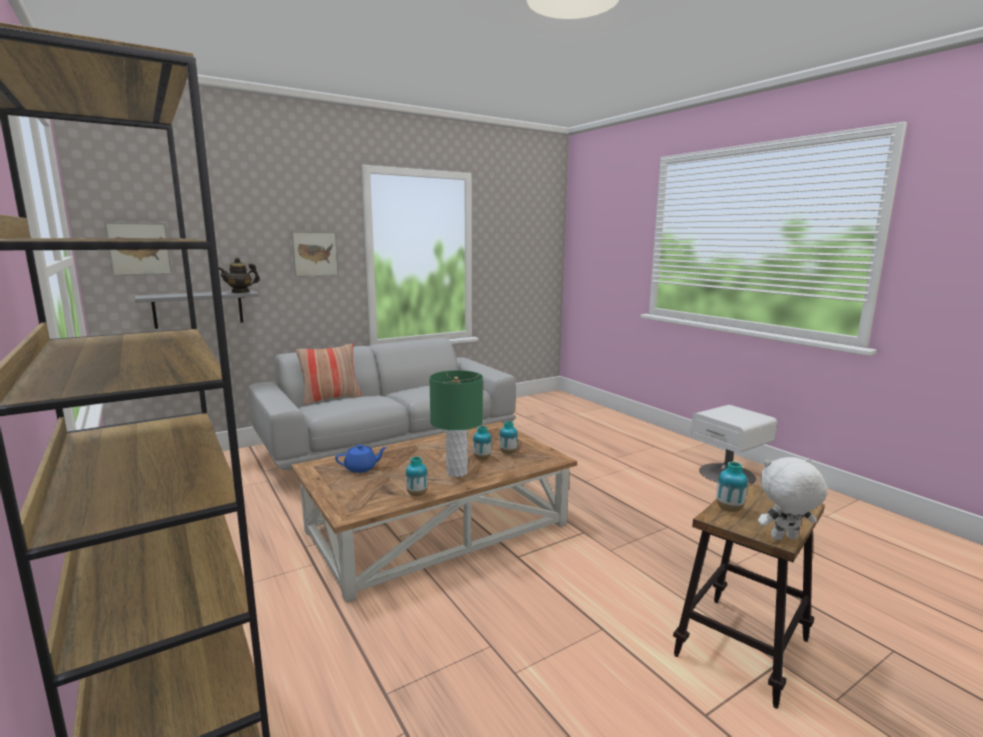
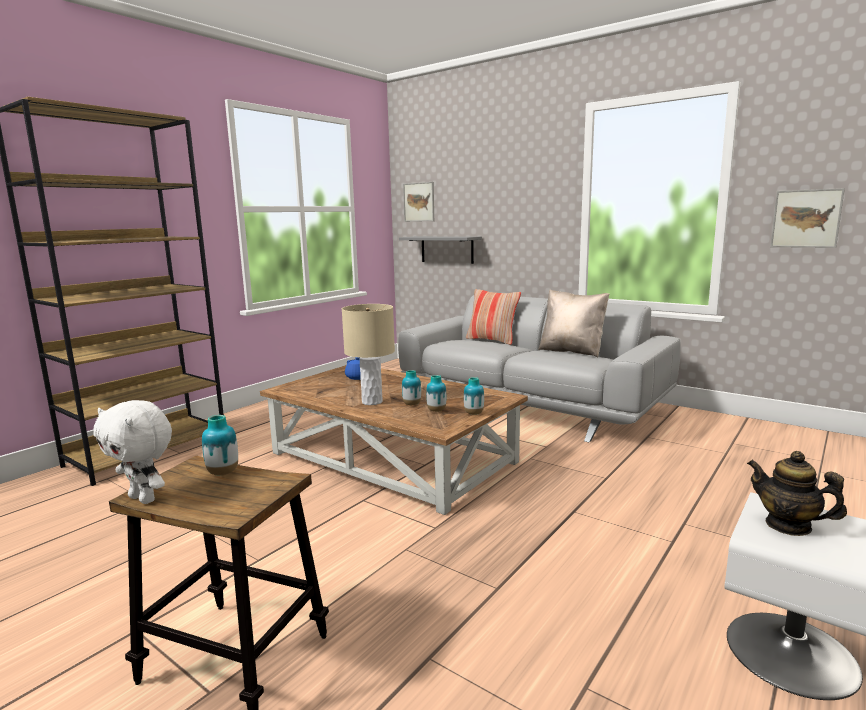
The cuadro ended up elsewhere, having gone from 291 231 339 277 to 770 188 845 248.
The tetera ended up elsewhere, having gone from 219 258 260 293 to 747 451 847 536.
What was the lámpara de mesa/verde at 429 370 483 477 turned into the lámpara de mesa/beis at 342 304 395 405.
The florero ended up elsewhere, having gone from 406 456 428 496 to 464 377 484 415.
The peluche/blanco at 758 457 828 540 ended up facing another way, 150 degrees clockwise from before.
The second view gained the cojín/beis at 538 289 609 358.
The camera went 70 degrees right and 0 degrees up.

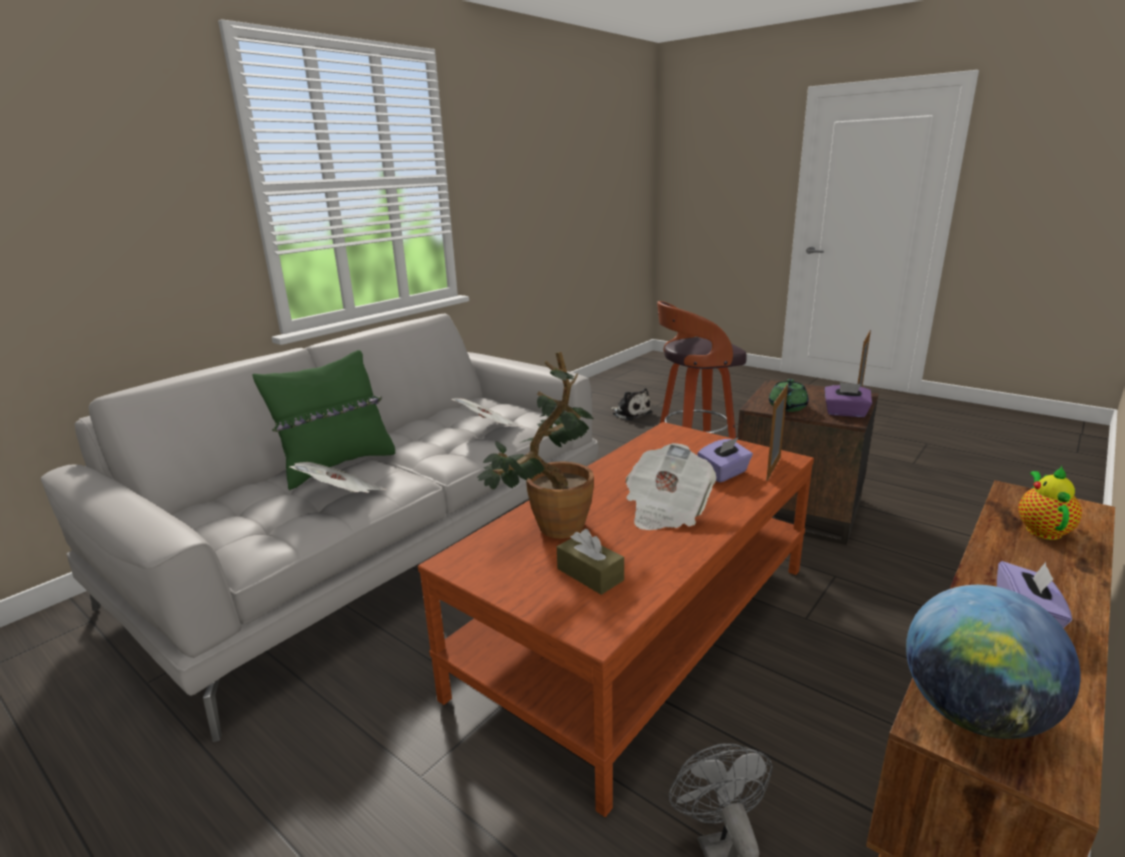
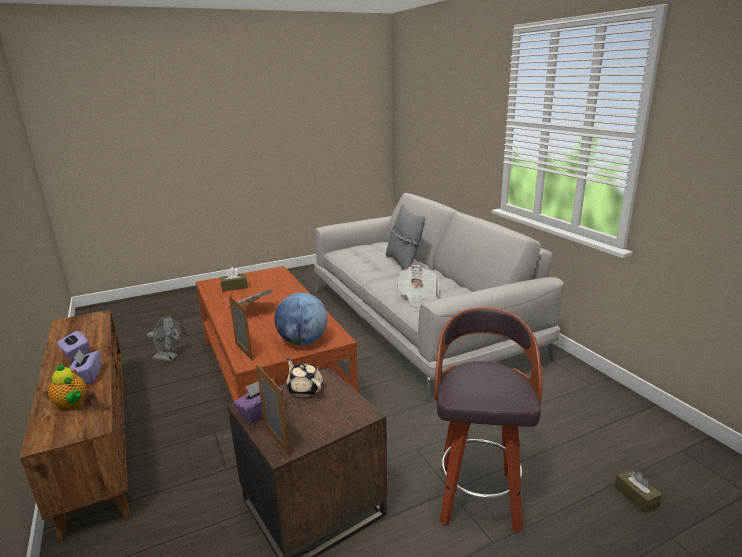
What was the cojín/verde at 253 350 395 490 turned into the cojín/gris at 386 204 426 270.
The second view lost the planta en maceta at 477 352 594 539.
What was the tetera/verde at 769 379 809 412 turned into the tetera/beis at 286 358 323 397.
Where the peluche stood at 610 388 652 420, the caja de pañuelos/marrón came to stand at 615 470 662 513.
The caja de pañuelos/morado ended up elsewhere, having gone from 697 438 753 482 to 70 349 101 384.
The second view lost the periódico at 289 462 386 493.
The globo terráqueo ended up elsewhere, having gone from 906 585 1081 739 to 274 292 327 345.
The camera went 115 degrees right and 0 degrees up.

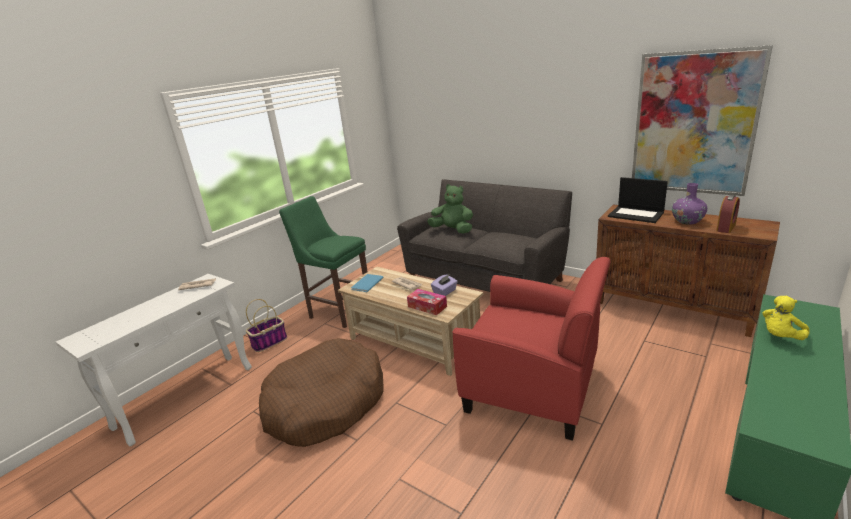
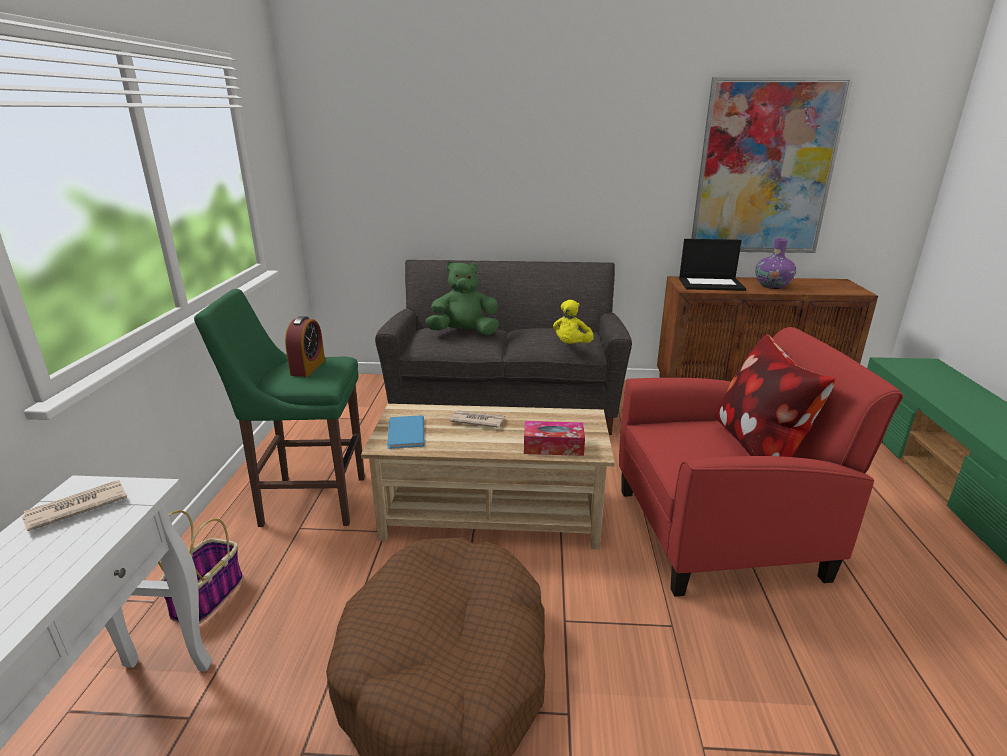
The despertador ended up elsewhere, having gone from 717 195 740 233 to 285 316 325 377.
The second view lost the caja de pañuelos/morado at 431 275 458 296.
The peluche/amarillo ended up elsewhere, having gone from 762 296 810 340 to 553 300 594 344.
The second view gained the cojín at 715 334 835 457.
The camera went 35 degrees left and 0 degrees up.

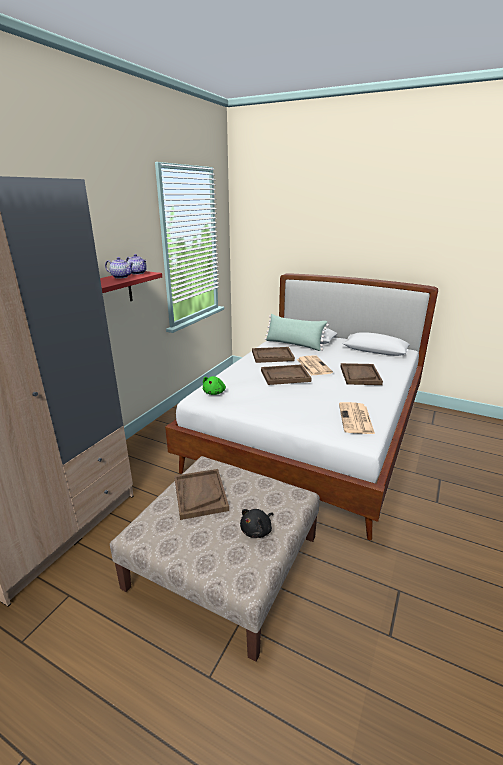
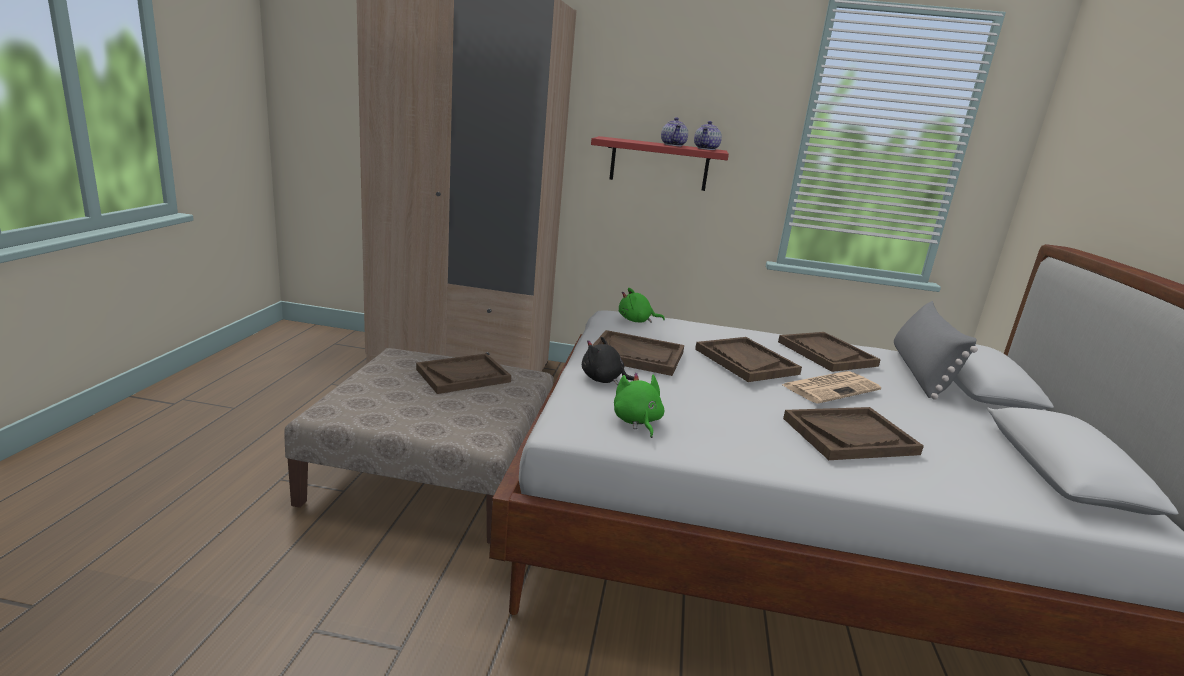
What was the cojín/verde at 264 314 329 351 turned into the cojín/gris at 894 301 978 400.
Where the periódico stood at 339 402 375 434, the peluche/verde came to stand at 614 373 664 438.
The peluche/negro ended up elsewhere, having gone from 240 509 273 538 to 582 337 634 385.
The second view gained the bandeja/marrón at 593 330 684 376.
The camera went 70 degrees right and 5 degrees down.

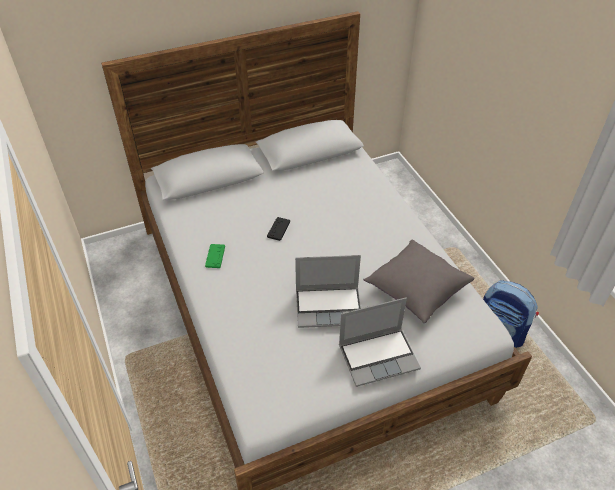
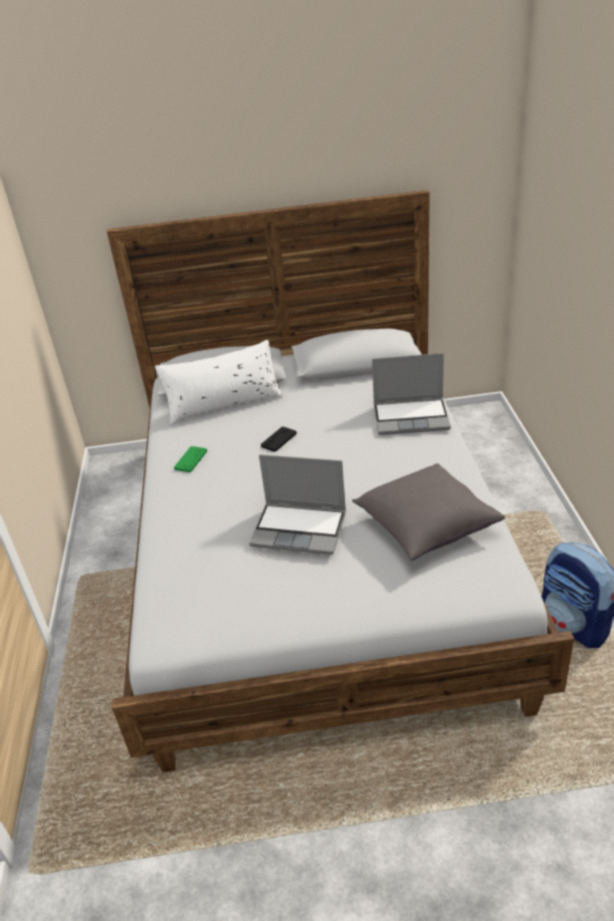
The portátil ended up elsewhere, having gone from 339 297 421 387 to 372 353 451 435.
The second view gained the cojín/blanco at 155 340 283 424.
The camera went 20 degrees right and 10 degrees down.

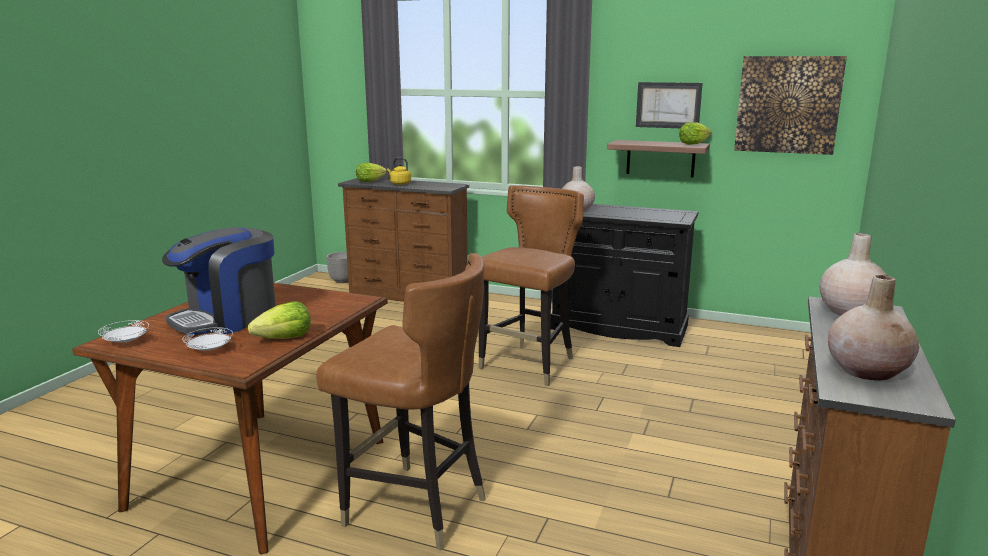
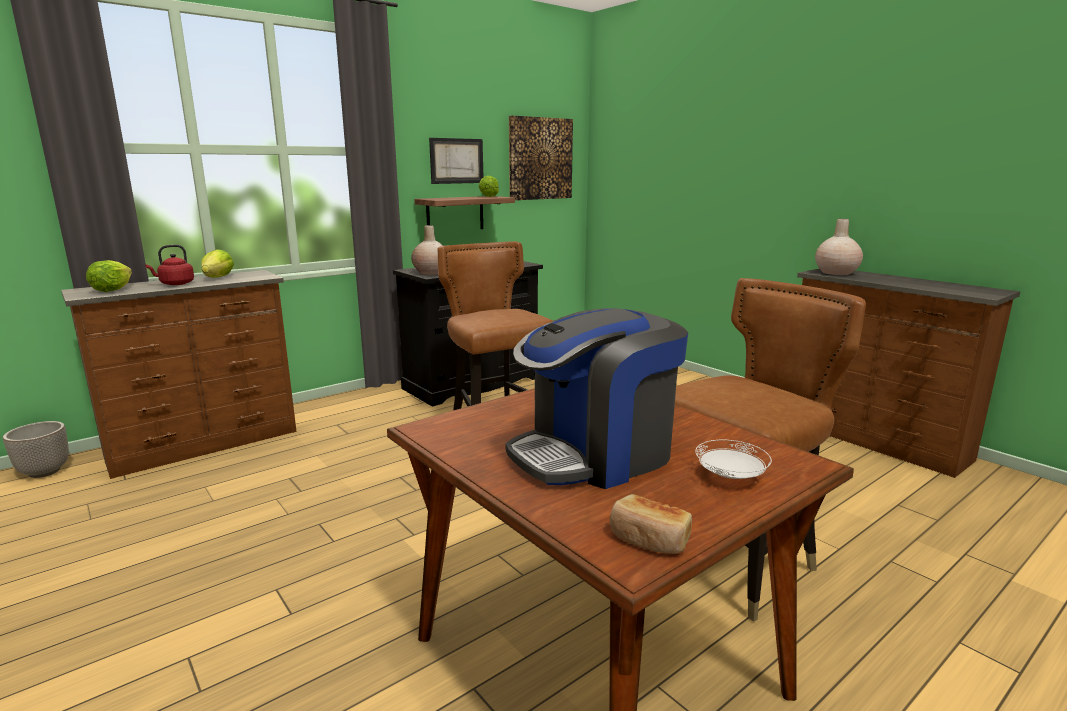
What was the hervidor/amarillo at 387 158 411 185 turned into the hervidor/rojo at 145 245 194 285.
The cafetera at 162 227 276 335 ended up facing another way, 75 degrees clockwise from before.
The second view lost the florero/beis at 828 275 919 381.
The lechuga ended up elsewhere, having gone from 248 301 311 339 to 202 249 234 278.
Where the plato/blanco stood at 98 320 149 343, the pan came to stand at 610 494 692 554.
The camera went 60 degrees left and 0 degrees up.

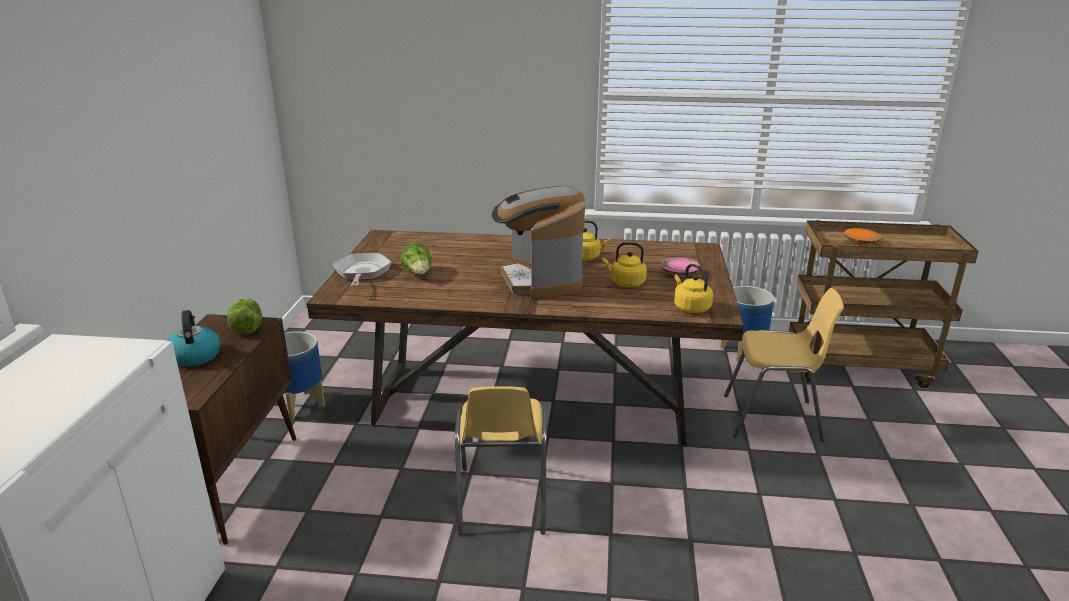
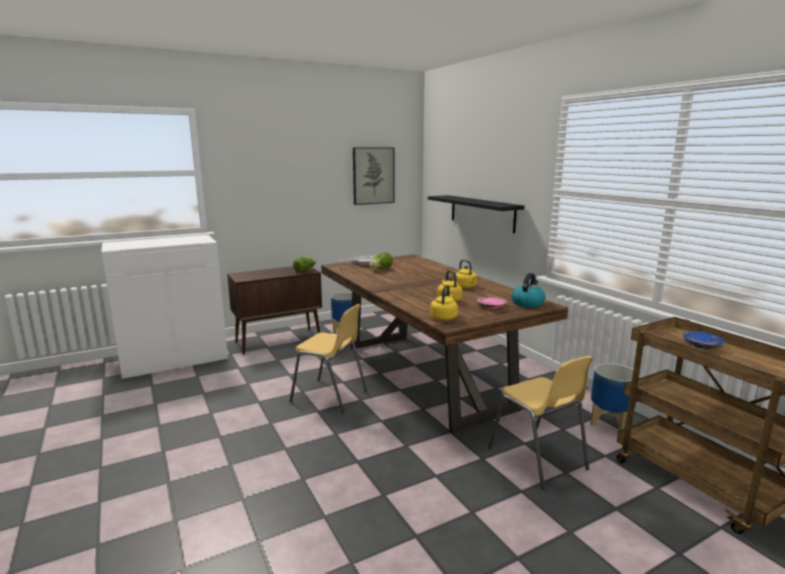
The second view lost the cafetera at 492 186 585 299.
What was the plato/naranja at 845 228 881 245 turned into the plato/azul at 683 331 725 349.
The hervidor ended up elsewhere, having gone from 167 310 221 367 to 512 273 545 308.
The silla/amarillo at 455 386 547 535 ended up facing another way, 120 degrees counterclockwise from before.
The second view gained the cuadro at 353 147 395 205.
The second view gained the estante/negro at 428 195 525 233.
The camera went 55 degrees right and 10 degrees down.

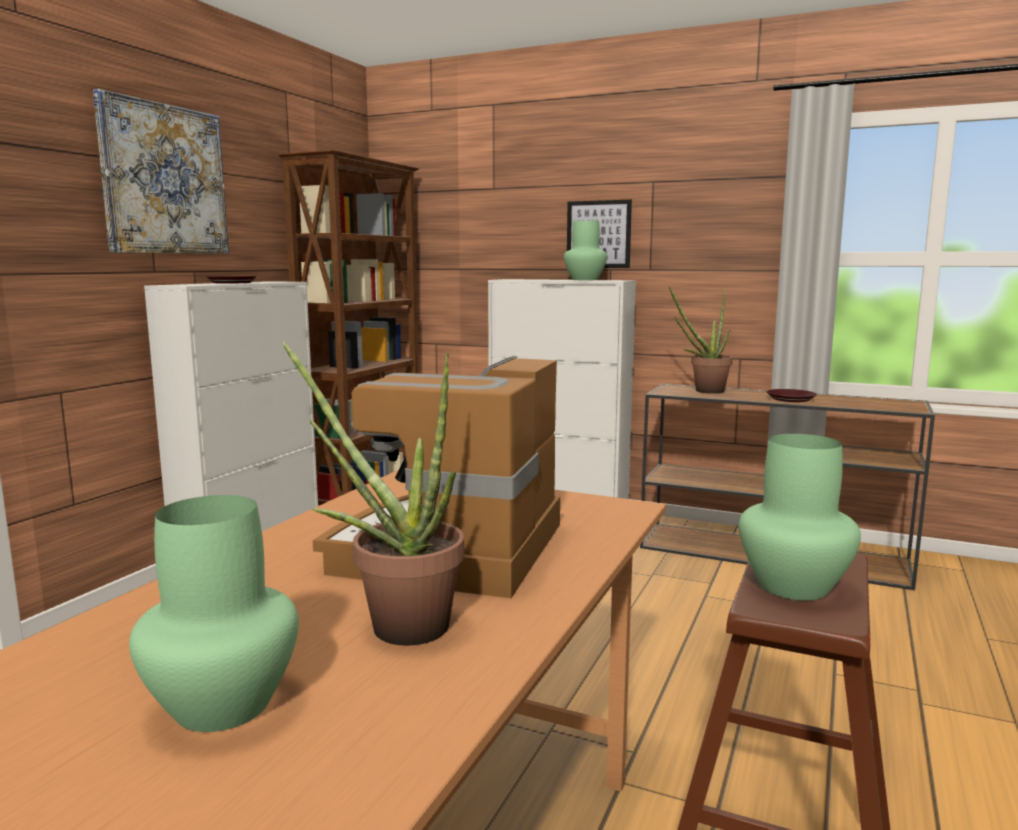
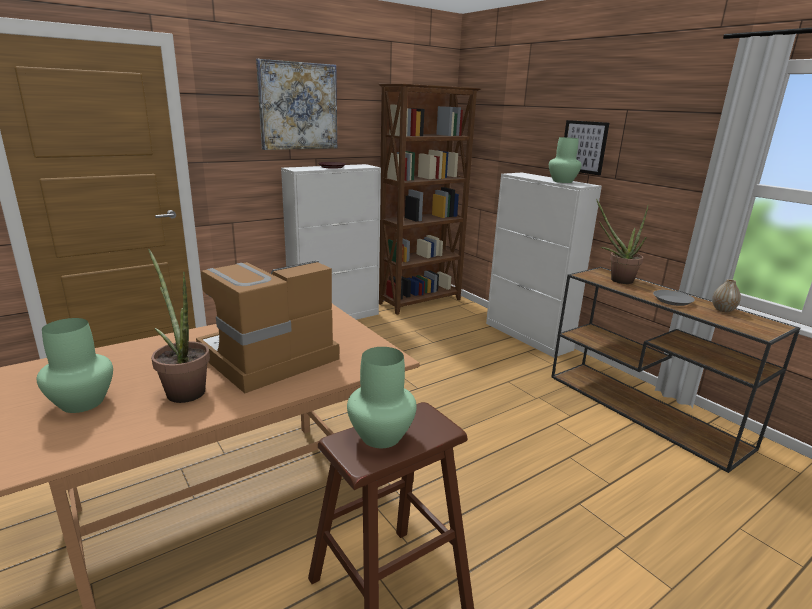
What was the plato/marrón at 766 389 817 402 turned into the plato/gris at 653 290 695 306.
The second view gained the florero at 712 279 741 312.
The camera went 30 degrees right and 10 degrees up.

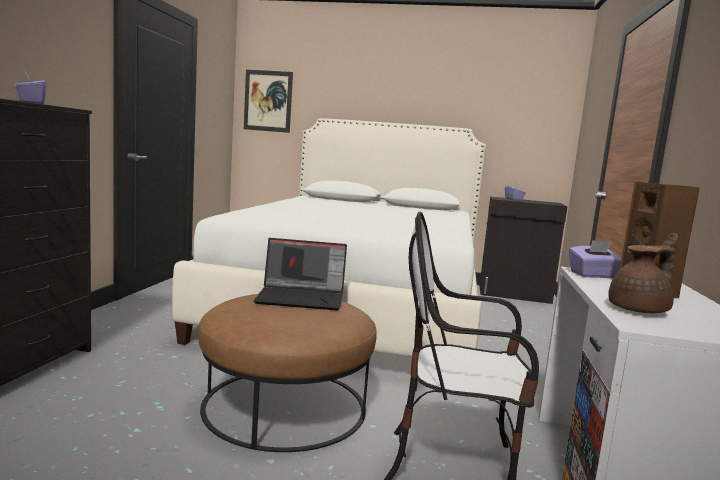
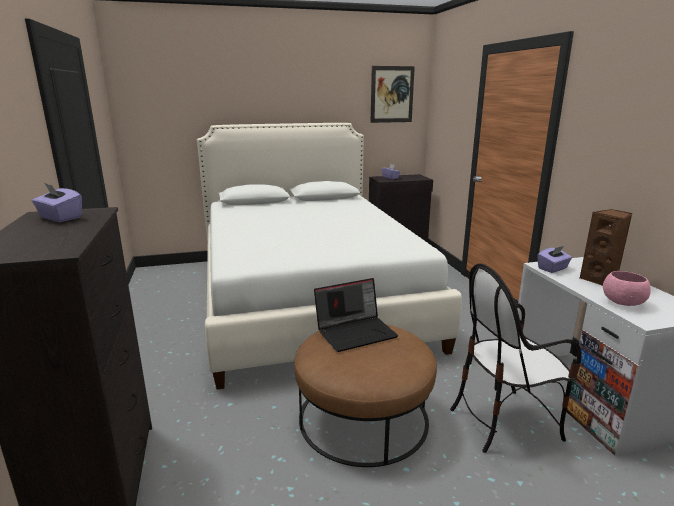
The cuadro ended up elsewhere, having gone from 244 70 293 133 to 370 66 415 123.
Where the tetera/marrón stood at 608 233 678 313, the cuenco/rosa came to stand at 603 271 651 306.
The camera went 25 degrees left and 10 degrees up.

